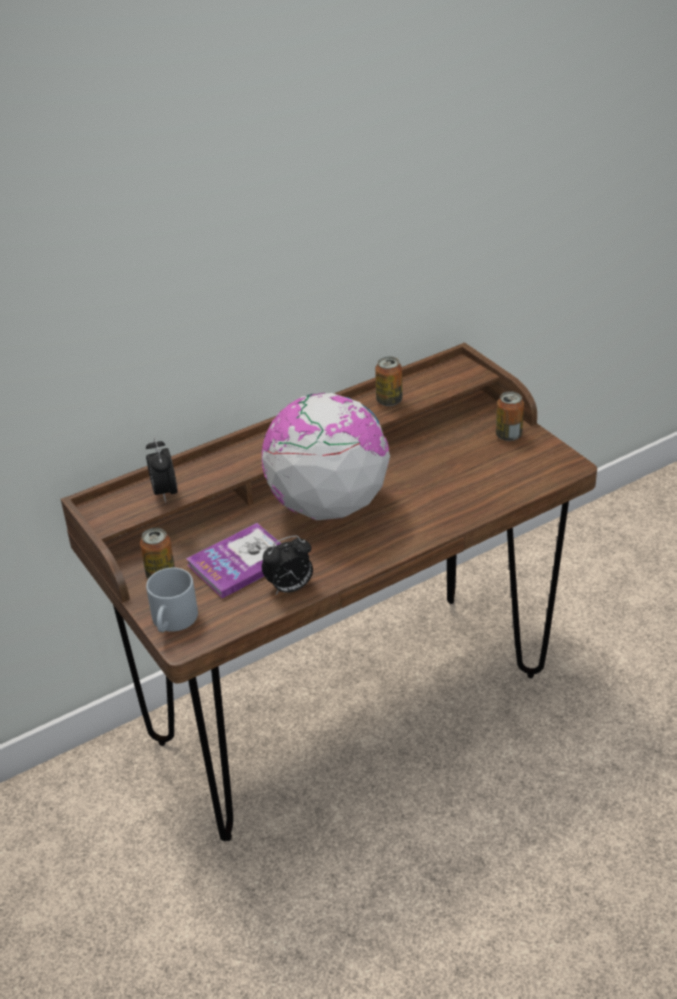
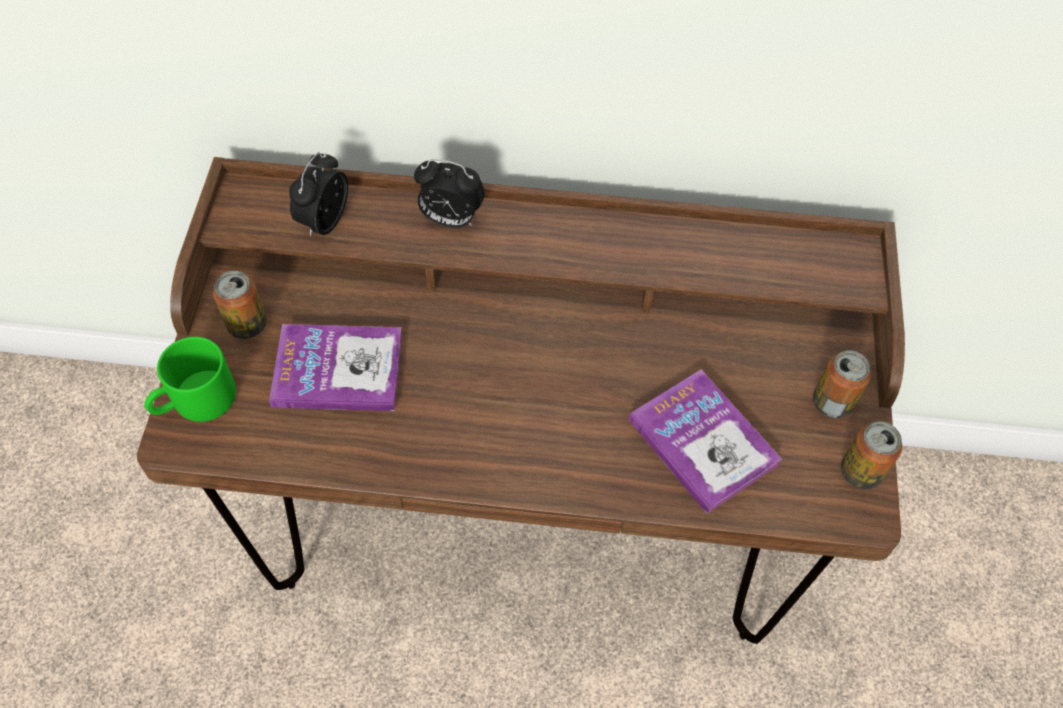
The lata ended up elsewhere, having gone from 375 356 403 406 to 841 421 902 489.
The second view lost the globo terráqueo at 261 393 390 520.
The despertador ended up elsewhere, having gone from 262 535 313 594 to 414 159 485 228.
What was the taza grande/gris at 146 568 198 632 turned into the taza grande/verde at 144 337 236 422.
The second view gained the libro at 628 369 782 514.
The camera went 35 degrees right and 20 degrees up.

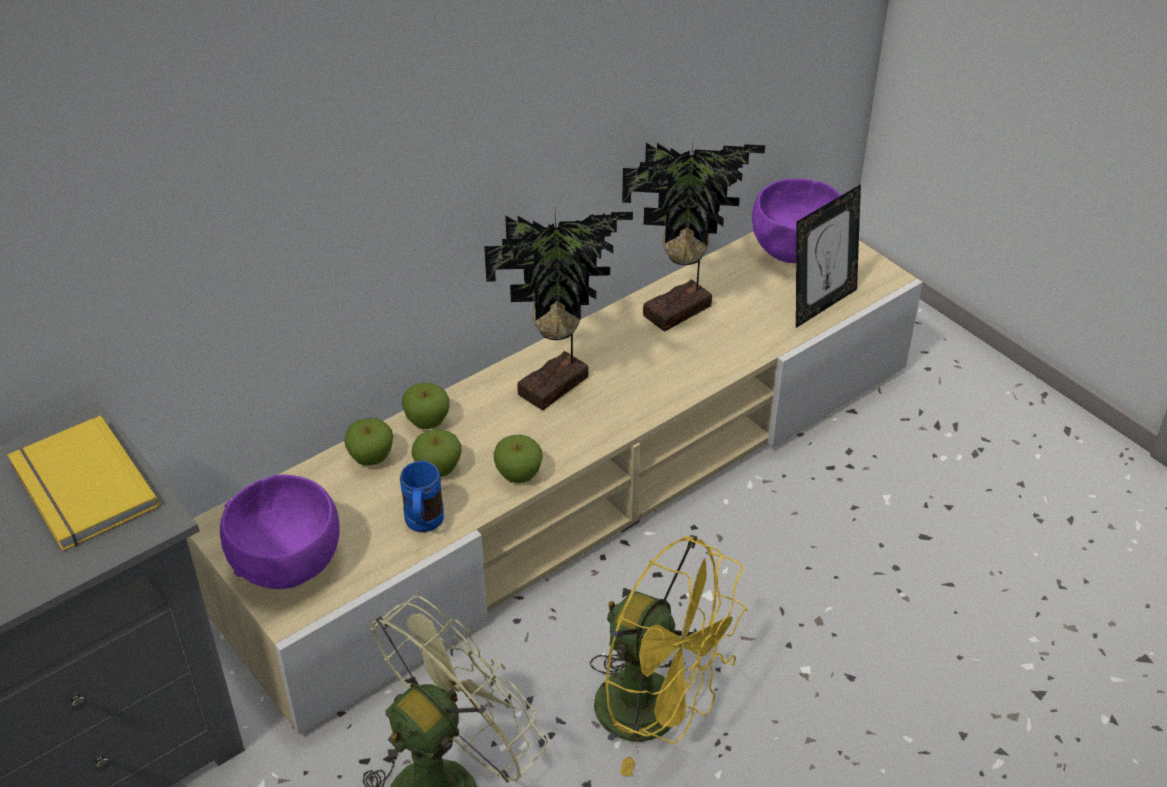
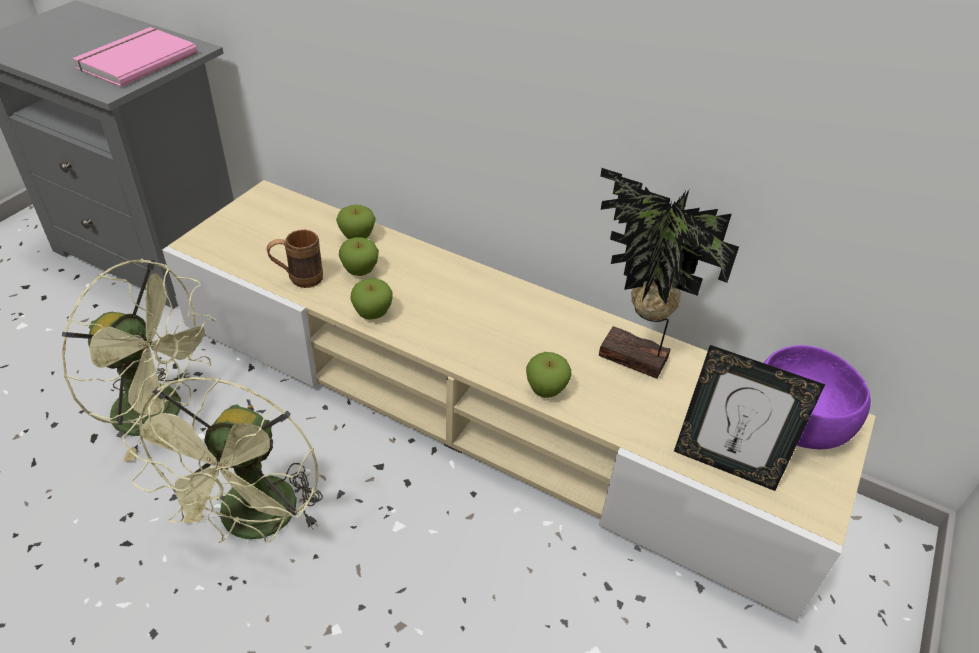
The second view lost the planta en maceta at 484 212 633 410.
The manzana ended up elsewhere, having gone from 402 383 450 429 to 526 352 572 398.
What was the libro/amarillo at 7 416 159 551 turned into the libro/rosa at 72 27 197 87.
What was the taza grande/azul at 400 461 444 532 turned into the taza grande/marrón at 267 229 323 288.
The second view lost the cuenco/morado at 220 475 340 589.
What was the ventilador/amarillo at 590 535 747 776 turned into the ventilador/verde at 122 377 323 543.
The camera went 65 degrees right and 0 degrees up.

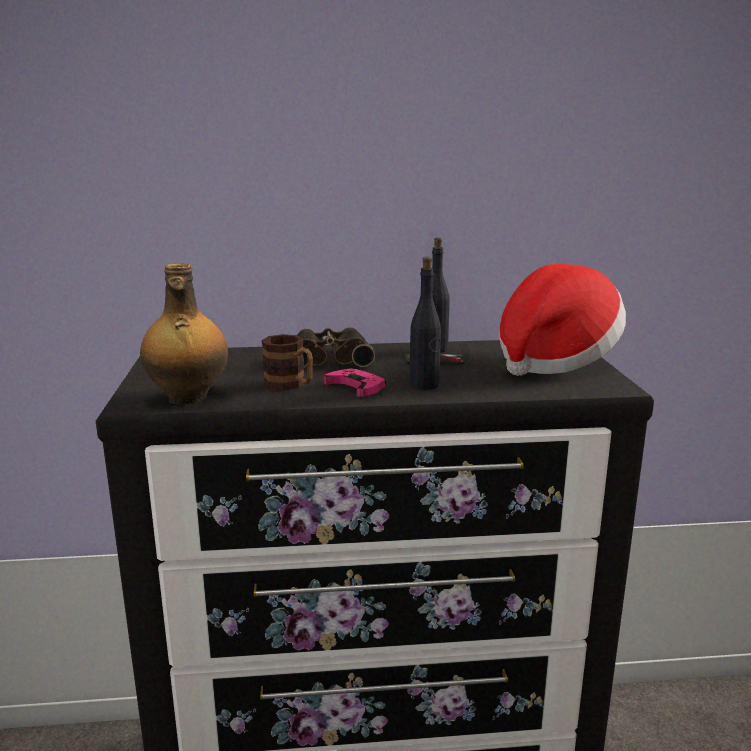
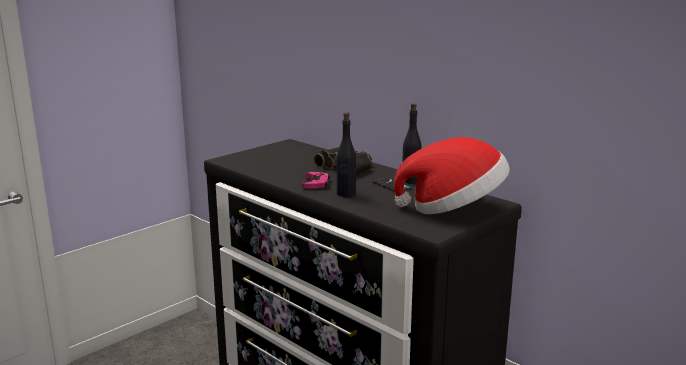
The second view lost the botella at 140 263 228 405.
The second view lost the taza grande at 261 334 313 391.
The camera went 50 degrees right and 0 degrees up.

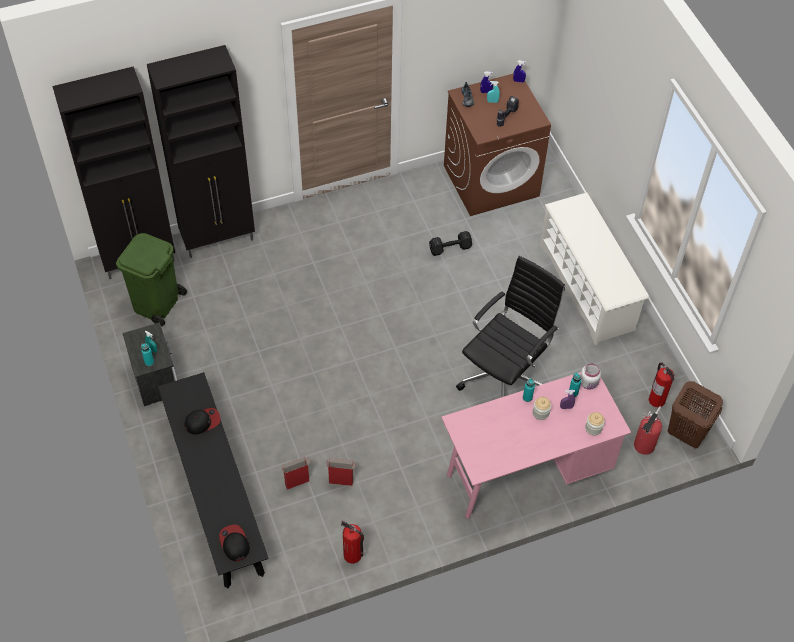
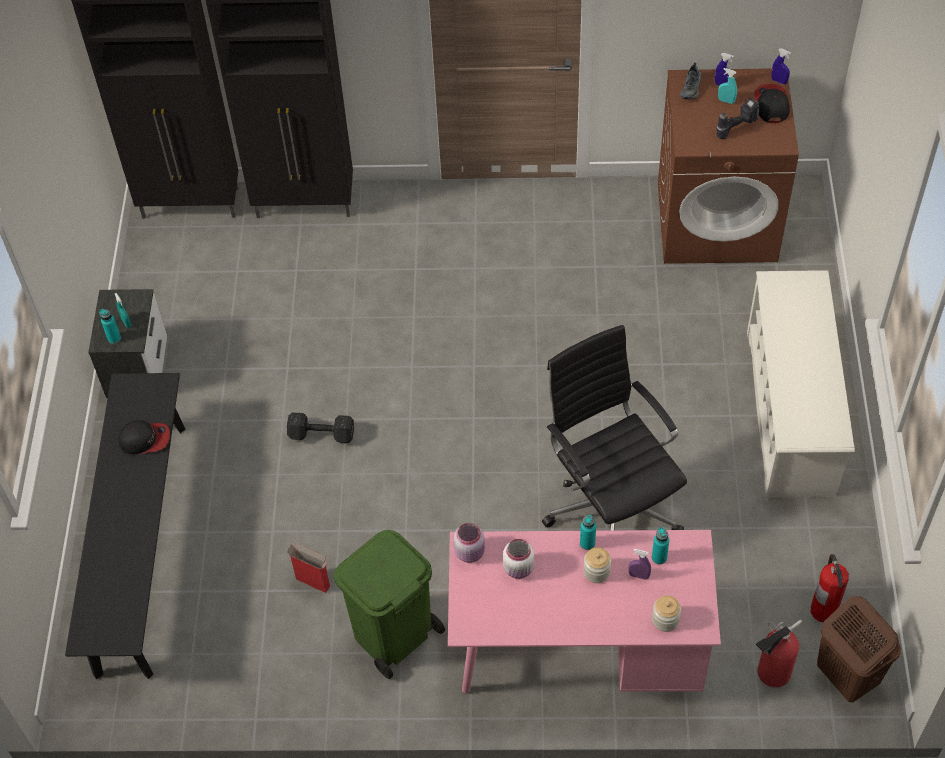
The mancuerna/negro ended up elsewhere, having gone from 429 231 472 256 to 287 412 354 443.
The papelera/verde ended up elsewhere, having gone from 116 233 187 326 to 334 530 445 679.
The silla de oficina/negro at 456 256 565 397 ended up facing another way, 90 degrees counterclockwise from before.
The tarro/blanco ended up elsewhere, having gone from 580 364 601 390 to 503 539 534 579.
The second view lost the caja de cartón at 281 456 311 490.
The second view lost the extintor at 341 520 364 564.
The gorra ended up elsewhere, having gone from 219 525 250 561 to 755 84 790 123.
The second view gained the tarro/rosa at 453 523 485 563.
The camera went 25 degrees right and 0 degrees up.

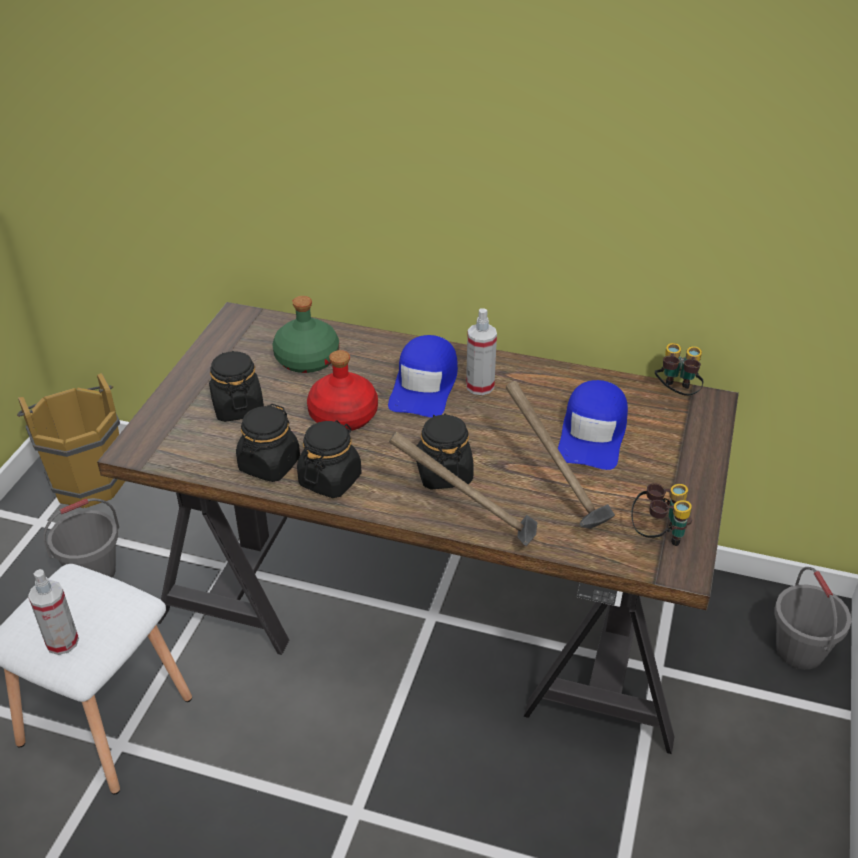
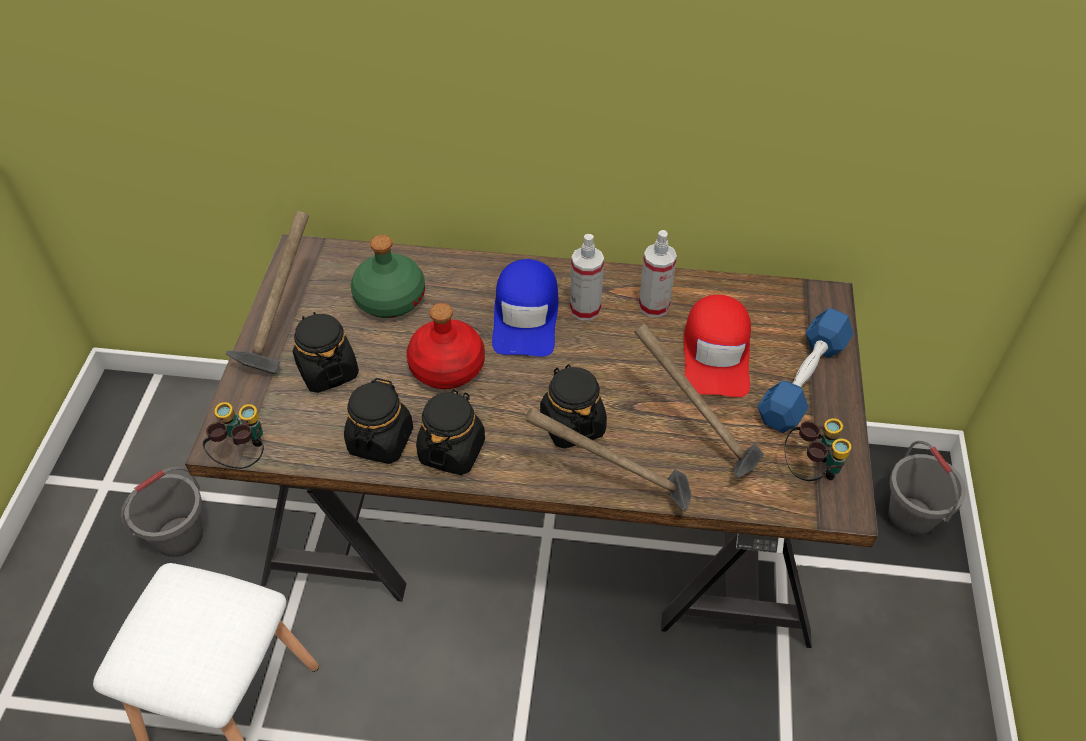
The prismáticos ended up elsewhere, having gone from 655 343 704 396 to 203 402 264 469.
The second view lost the cubo/marrón at 17 373 125 508.
What was the gorra/azul at 558 380 628 470 turned into the gorra/rojo at 684 295 751 397.
The pulverizador ended up elsewhere, having gone from 28 569 79 655 to 639 230 677 318.
The second view gained the martillo at 225 211 309 374.
The second view gained the mancuerna/azul at 757 308 853 433.
The camera went 10 degrees left and 10 degrees up.

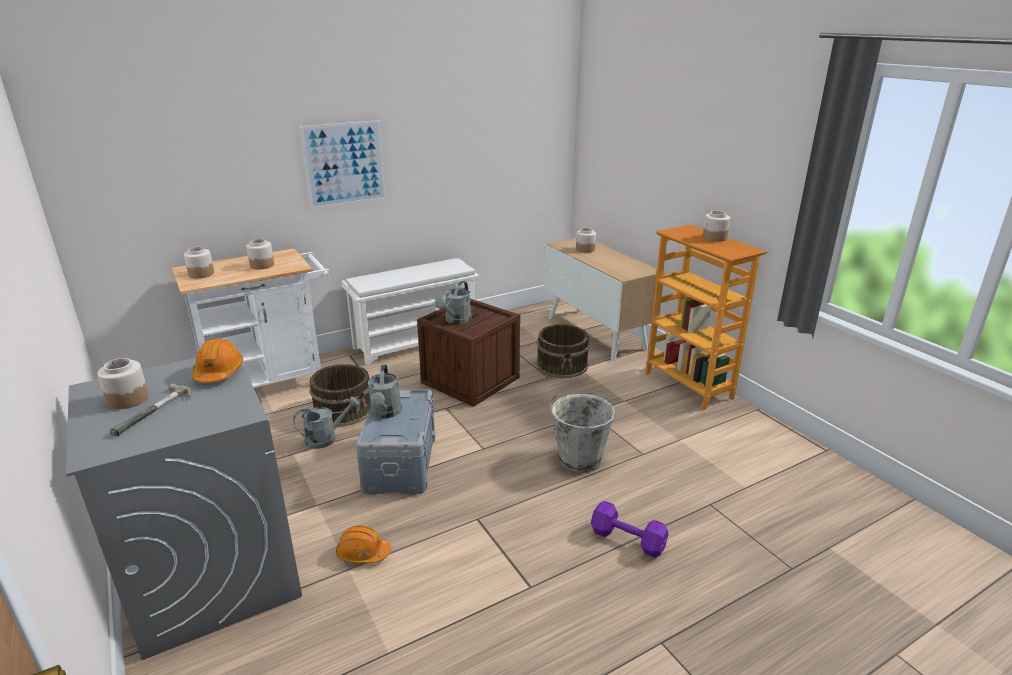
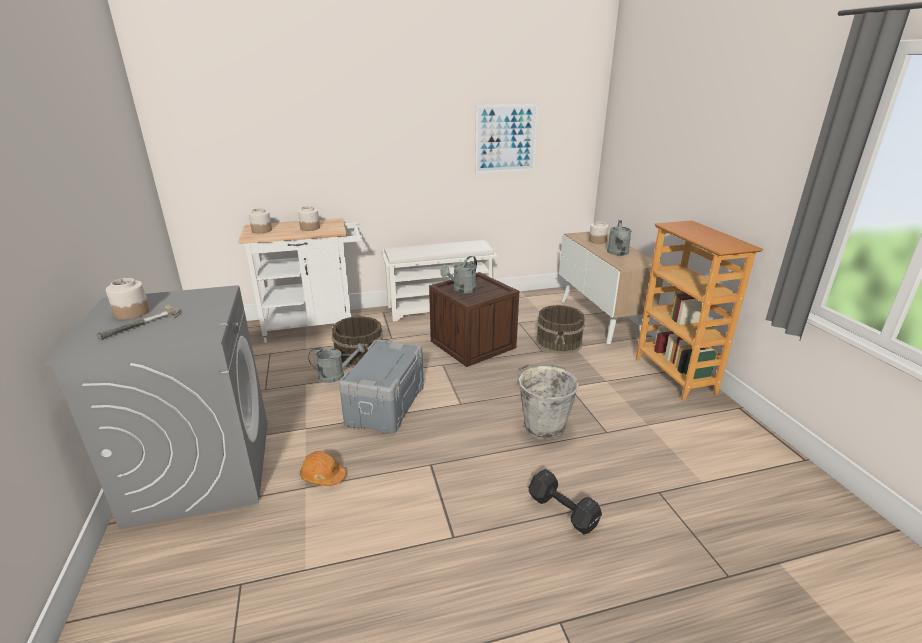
The cuadro ended up elsewhere, having gone from 300 120 386 209 to 475 104 538 173.
The second view lost the tarro at 703 211 730 242.
The second view lost the casco/naranja at 192 338 243 383.
The regadera/gris ended up elsewhere, having gone from 368 365 402 418 to 607 220 632 256.
What was the mancuerna/morado at 591 501 669 558 turned into the mancuerna/negro at 529 469 602 534.
The camera went 15 degrees right and 0 degrees up.

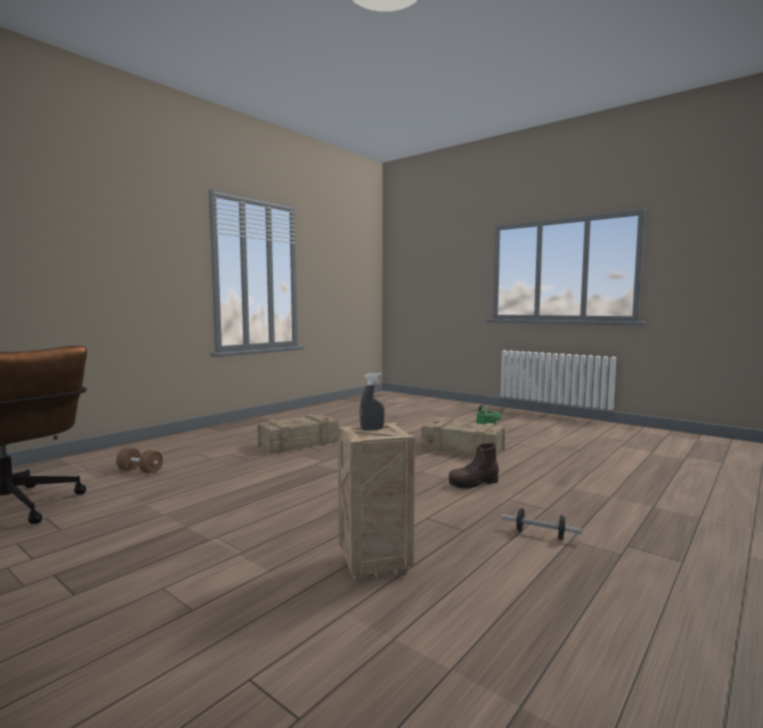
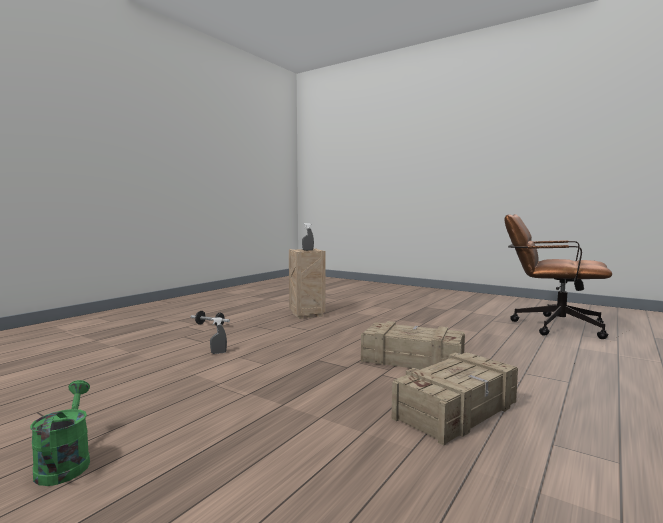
The caja de embalaje ended up elsewhere, having gone from 421 418 505 458 to 361 321 465 370.
Where the bota/marrón stood at 449 443 499 488, the pulverizador/gris came to stand at 210 317 227 354.
The second view lost the mancuerna/marrón at 116 448 163 473.
The camera went 175 degrees right and 0 degrees up.

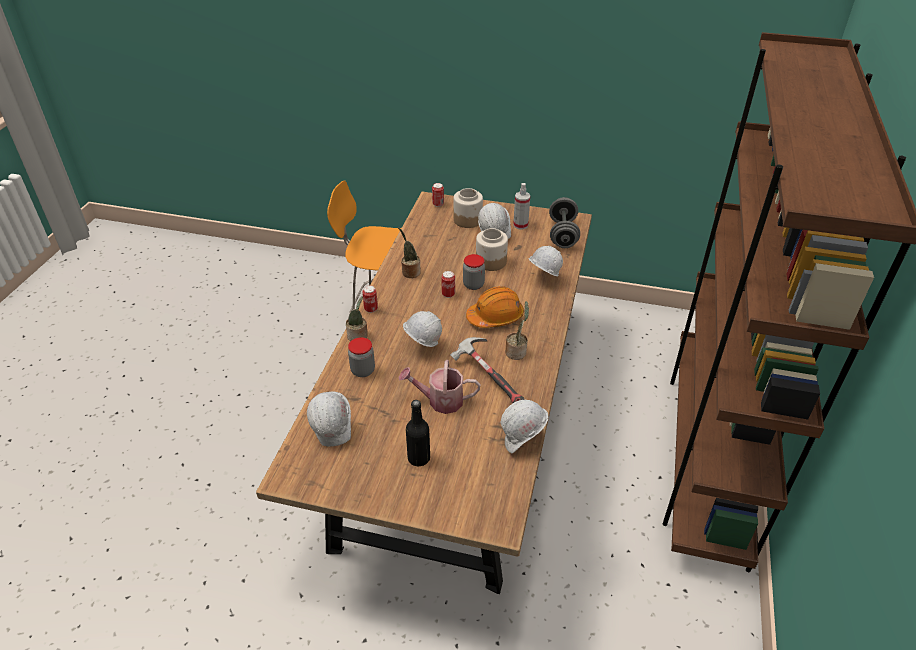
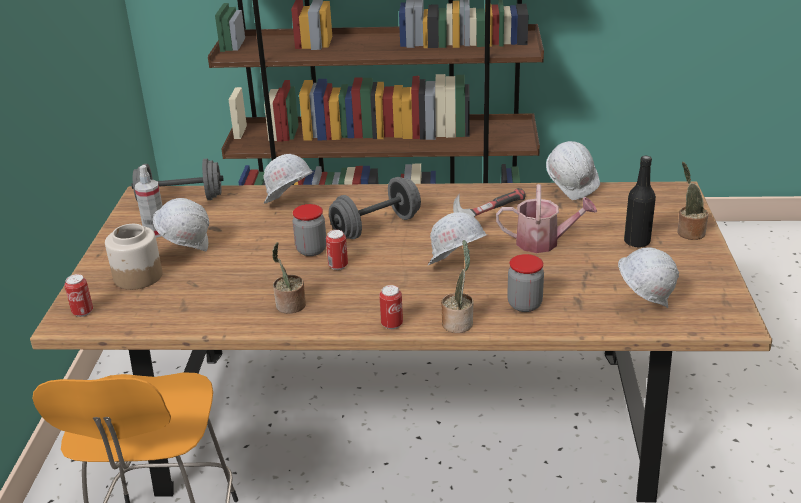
The second view lost the tarro at 476 228 508 271.
Where the casco/naranja stood at 466 286 524 328, the mancuerna/gris came to stand at 329 177 421 239.
The planta en maceta ended up elsewhere, having gone from 505 301 529 360 to 677 162 709 240.
The regadera at 399 360 480 414 ended up facing another way, 75 degrees counterclockwise from before.
The camera went 100 degrees left and 10 degrees down.

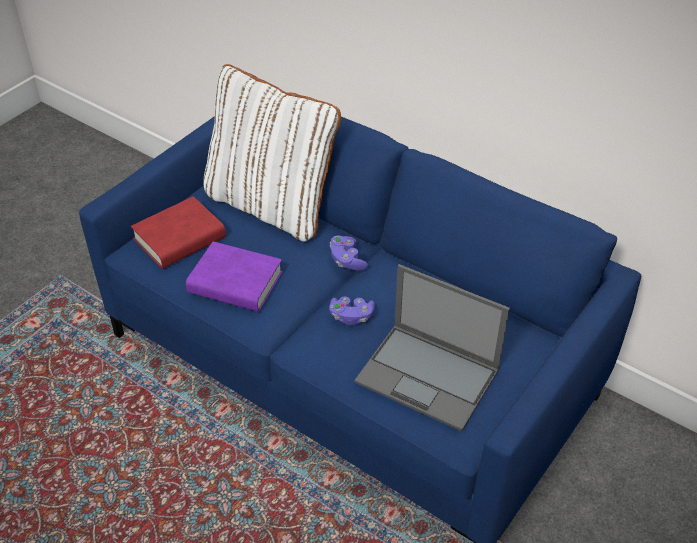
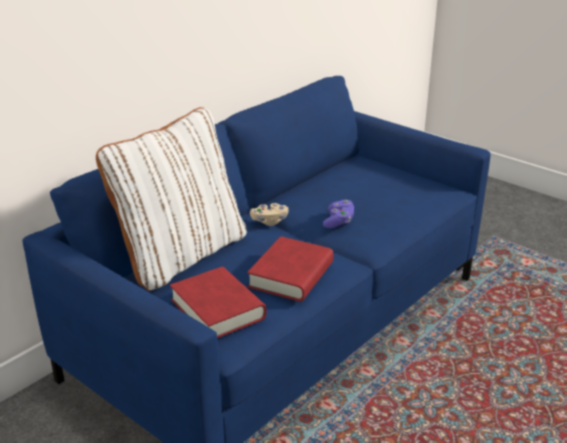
What was the mando de consola/morado at 330 236 368 271 turned into the mando de consola/beis at 250 203 289 226.
What was the libro/morado at 186 241 283 312 turned into the libro/rojo at 247 236 334 302.
The second view lost the portátil at 354 264 510 431.
The camera went 85 degrees left and 15 degrees down.

